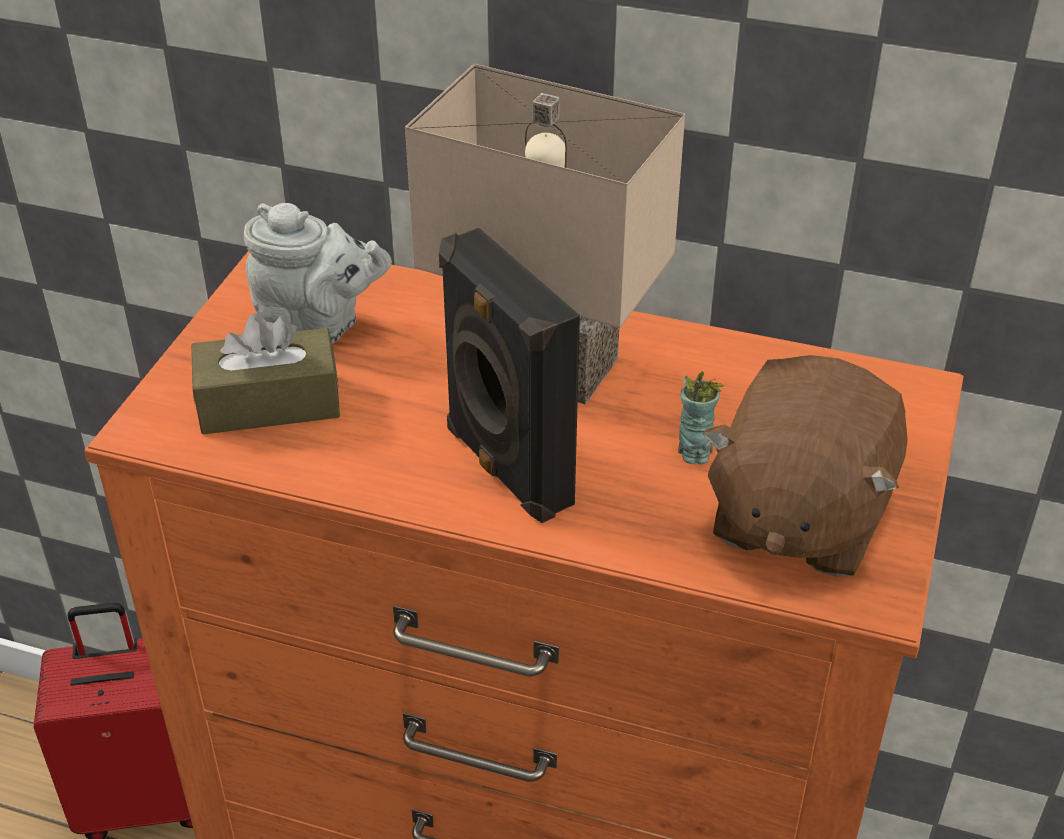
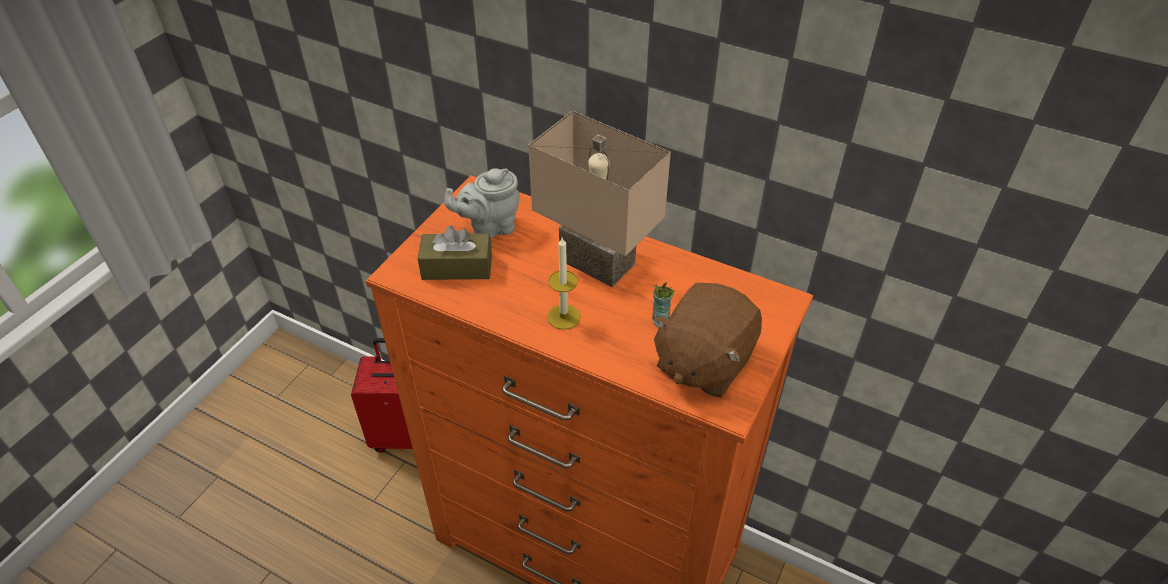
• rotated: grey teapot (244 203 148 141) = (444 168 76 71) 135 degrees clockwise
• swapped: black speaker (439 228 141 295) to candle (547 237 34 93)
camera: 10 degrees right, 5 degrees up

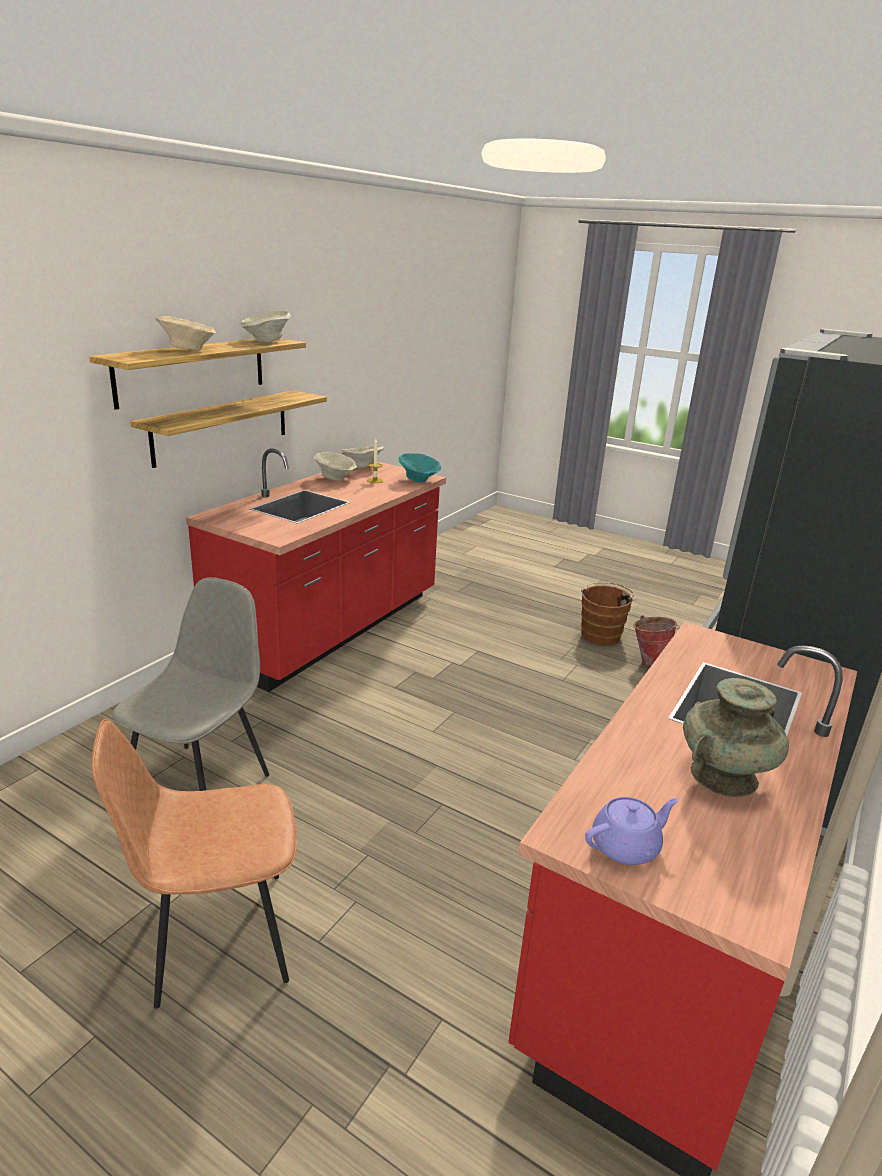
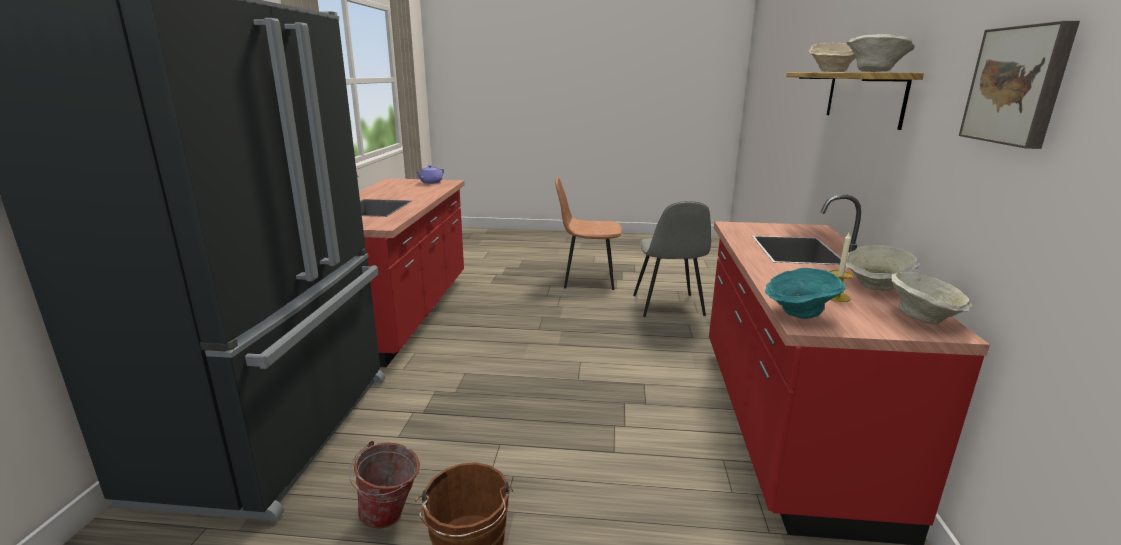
• rotated: brown chair (91 719 206 289) = (555 176 67 114) 135 degrees counterclockwise
• gone: shelf (131 390 196 78)
• gone: turquoise vase (683 678 106 119)
• new: picture (959 21 121 128)
camera: 155 degrees right, 5 degrees down

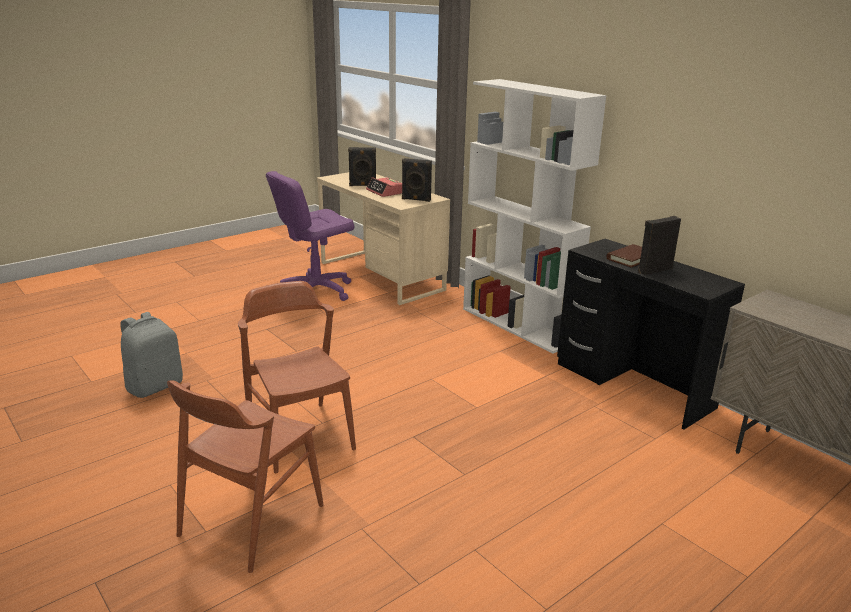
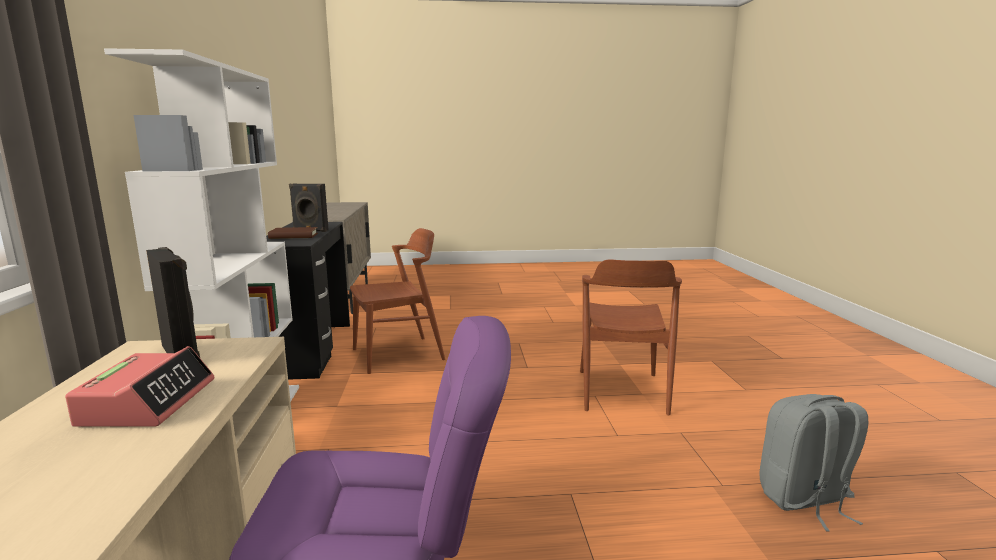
• shifted: brown chair (167 380 156 193) to (350 228 95 146)
• gone: black speaker (348 147 28 39)
camera: 145 degrees left, 10 degrees down

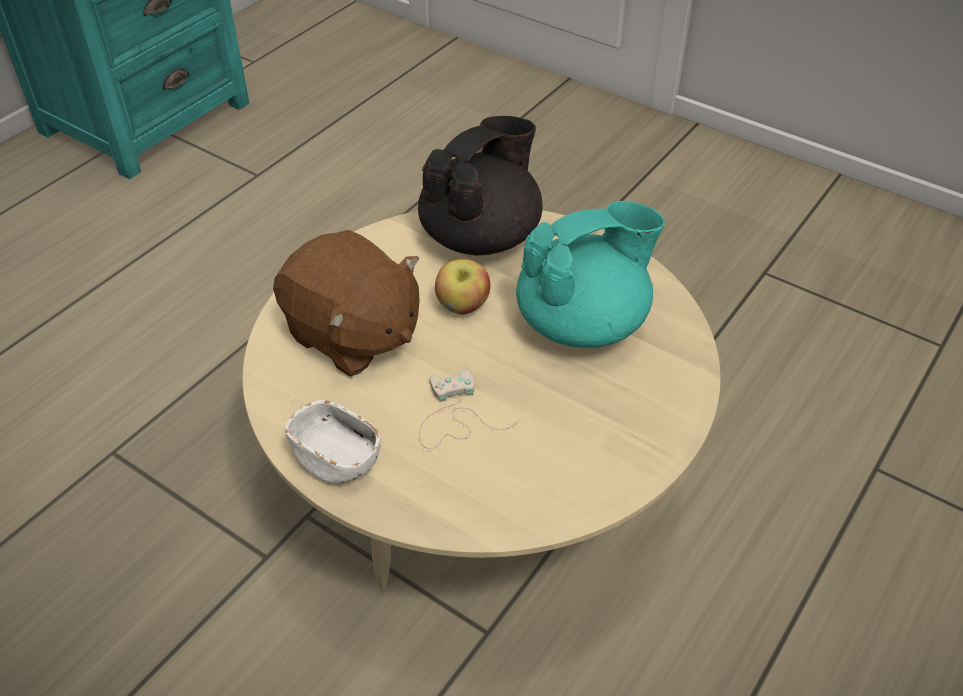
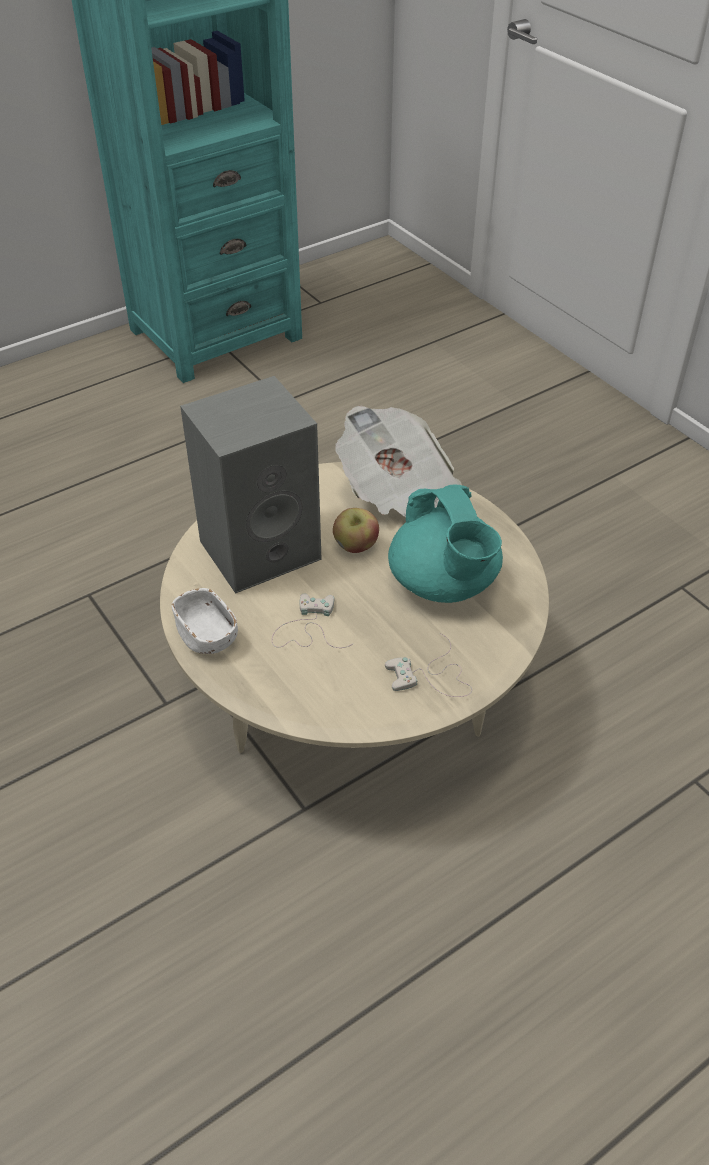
• swapped: brown plush toy (273 230 147 146) to grey speaker (180 376 142 218)
• swapped: black teapot (418 116 125 139) to newspaper (335 406 126 111)
• rotated: turquoise teapot (516 201 149 147) = (388 484 115 119) 75 degrees clockwise
• new: white game controller (385 633 87 64)
camera: 20 degrees right, 0 degrees up

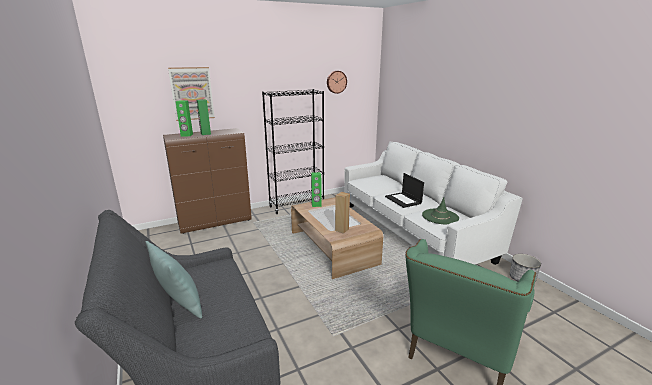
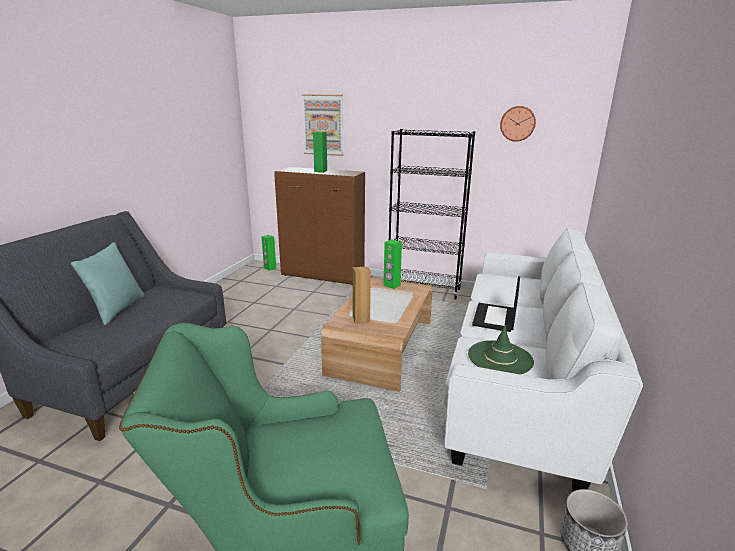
• shifted: green speaker (176 100 17 36) to (262 235 14 36)
camera: 45 degrees right, 0 degrees up

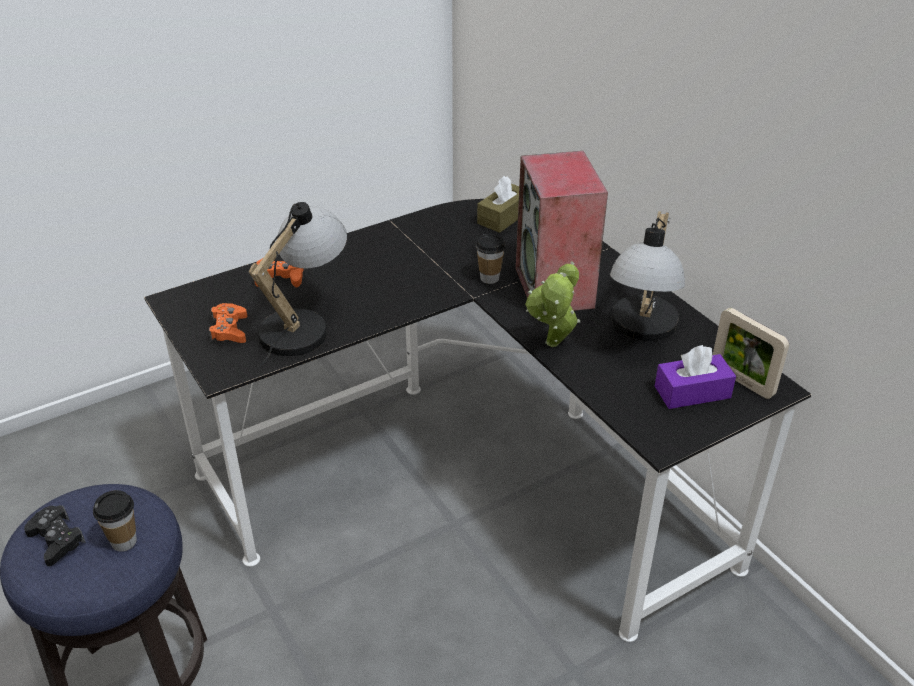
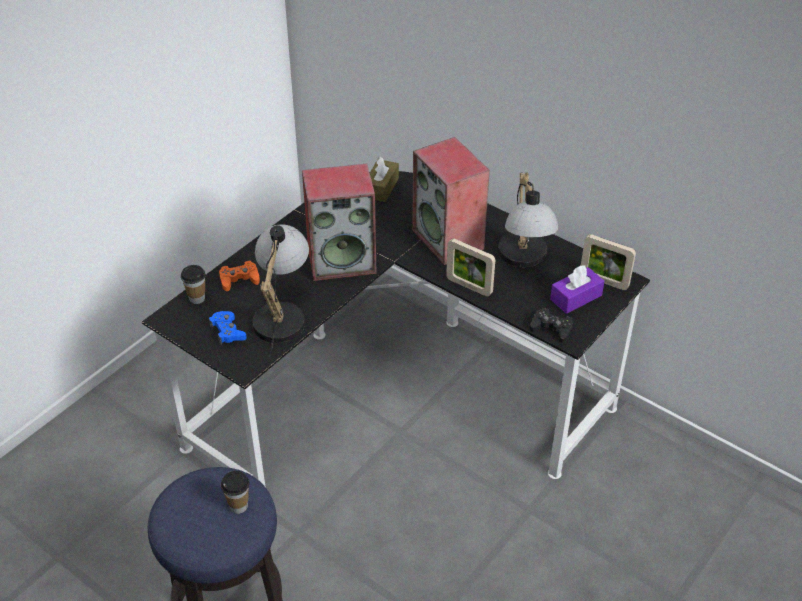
• shifted: black game controller (24 505 62 61) to (530 308 43 35)
• repainted: orange game controller (209 303 38 40) to blue game controller (209 311 38 34)
• shifted: cup (475 234 31 50) to (181 265 25 39)
• swapped: potted plant (525 262 55 85) to picture frame (446 238 49 59)
• new: speaker (302 164 75 117)
camera: 20 degrees left, 5 degrees up

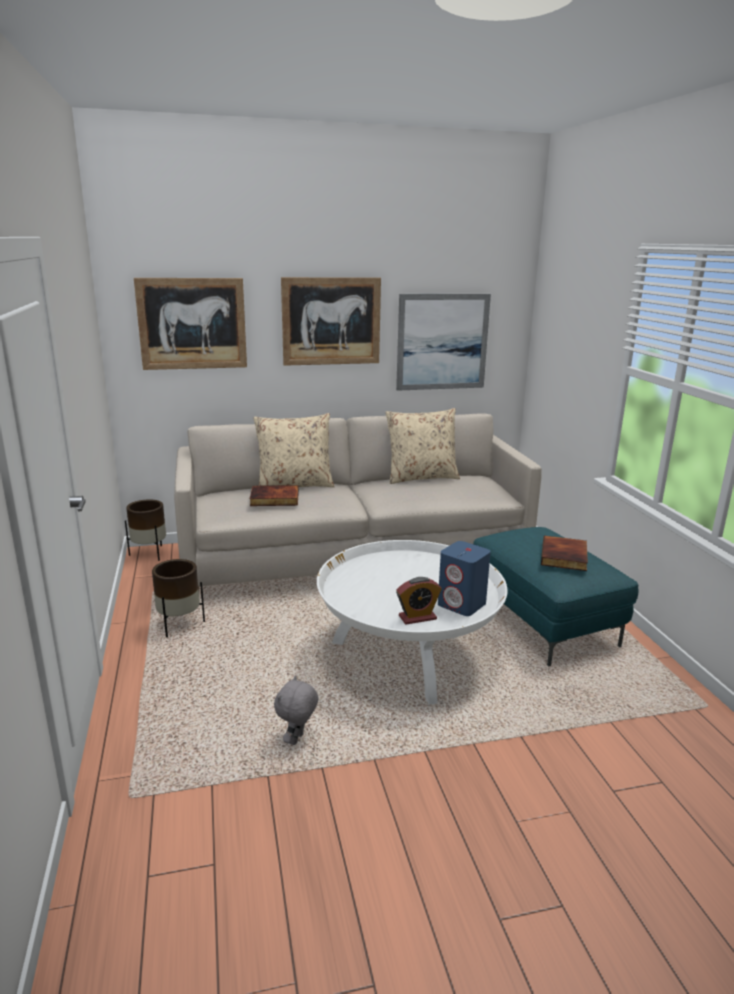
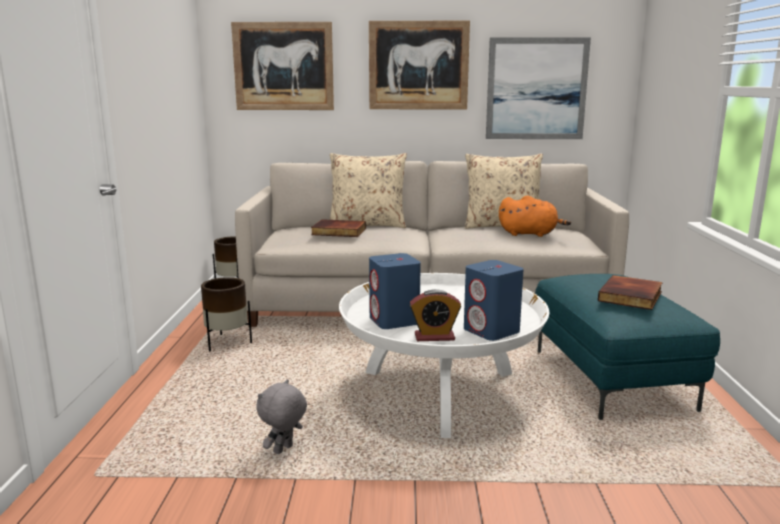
• new: blue speaker (369 253 52 76)
• new: orange plush toy (499 195 72 42)
camera: 15 degrees right, 5 degrees down

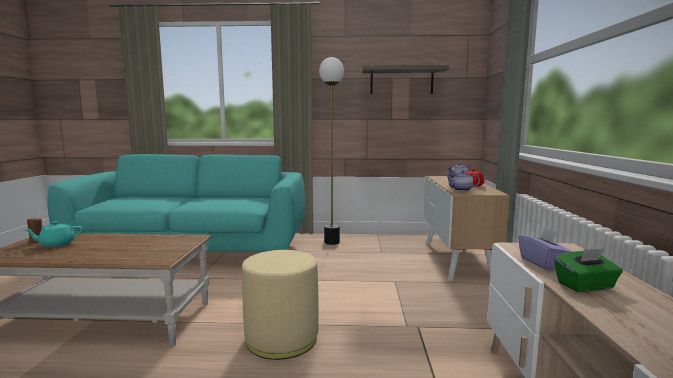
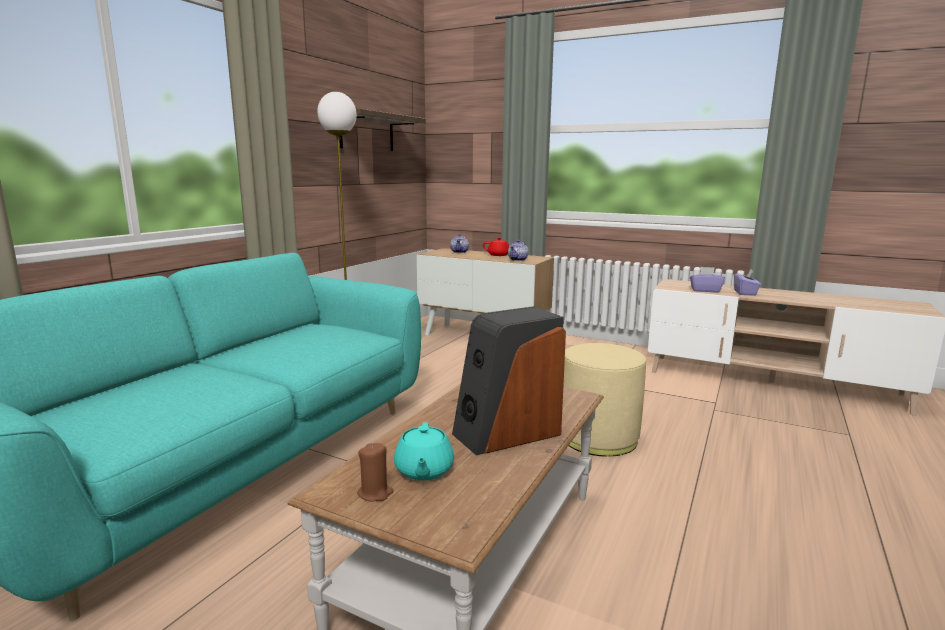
• repainted: green tissue box (554 249 69 43) to purple tissue box (734 269 27 27)
• new: speaker (452 306 114 150)
camera: 65 degrees left, 5 degrees up

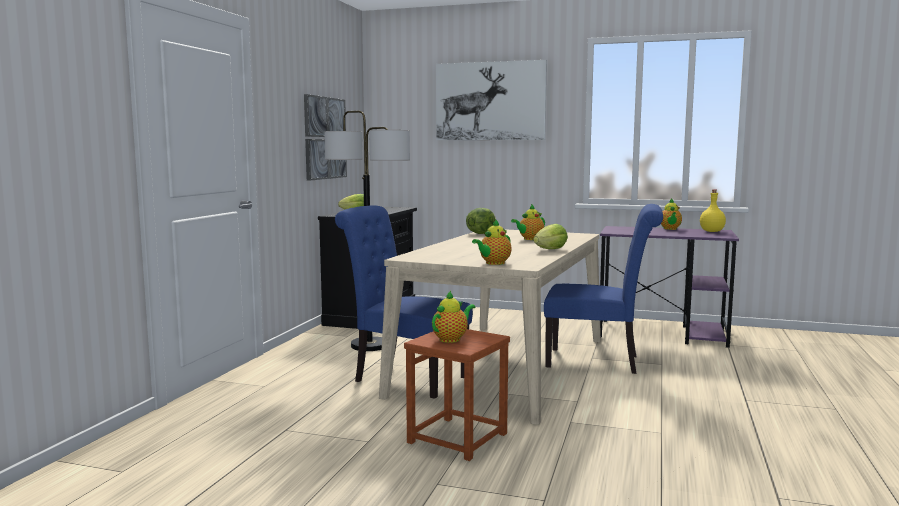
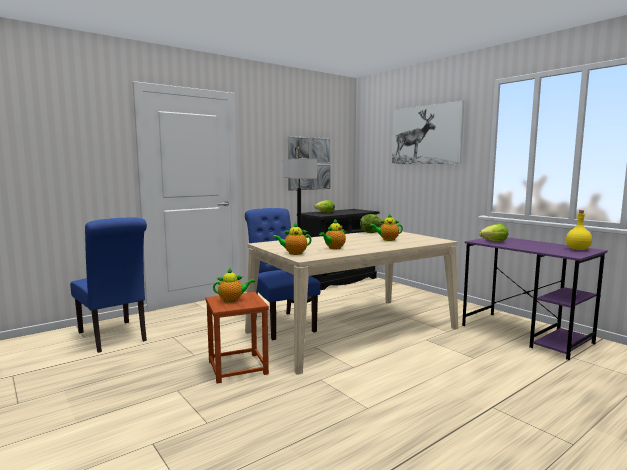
• shifted: lettuce (533 224 35 25) to (479 224 29 17)
• shifted: blue chair (544 204 119 170) to (70 217 77 136)
• shifted: teapot (661 198 21 32) to (319 219 27 30)
camera: 35 degrees right, 0 degrees up

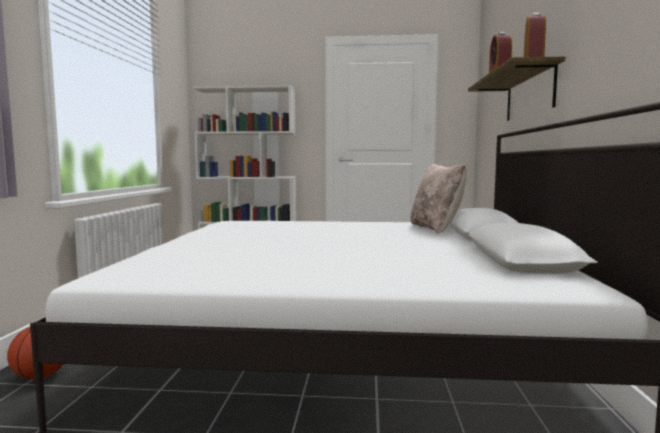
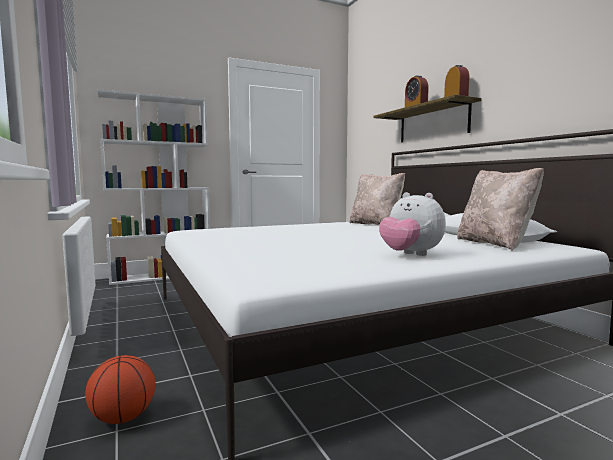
• new: plush toy (379 192 67 64)
• new: beige pillow (457 168 87 83)
camera: 30 degrees left, 0 degrees up

